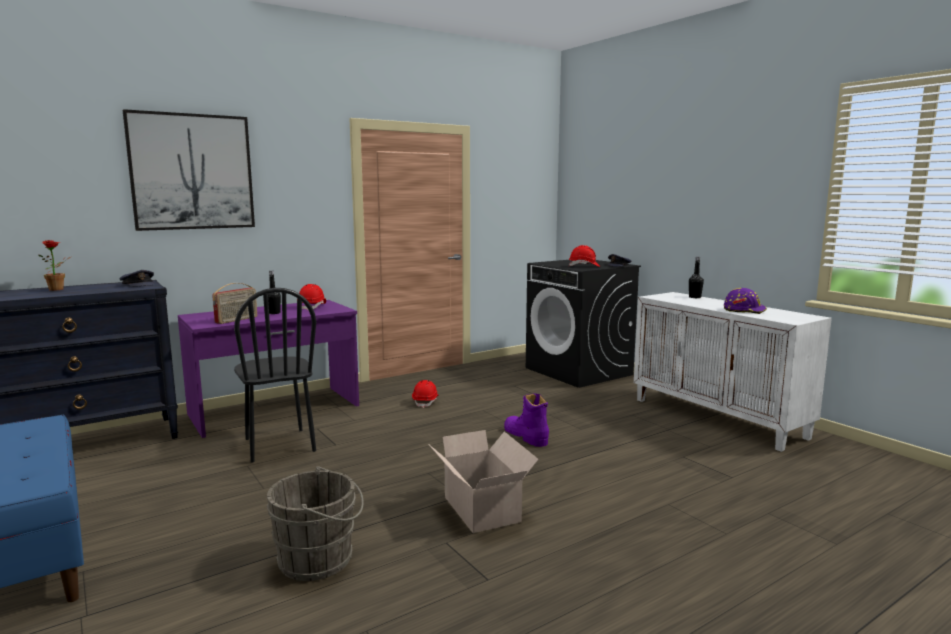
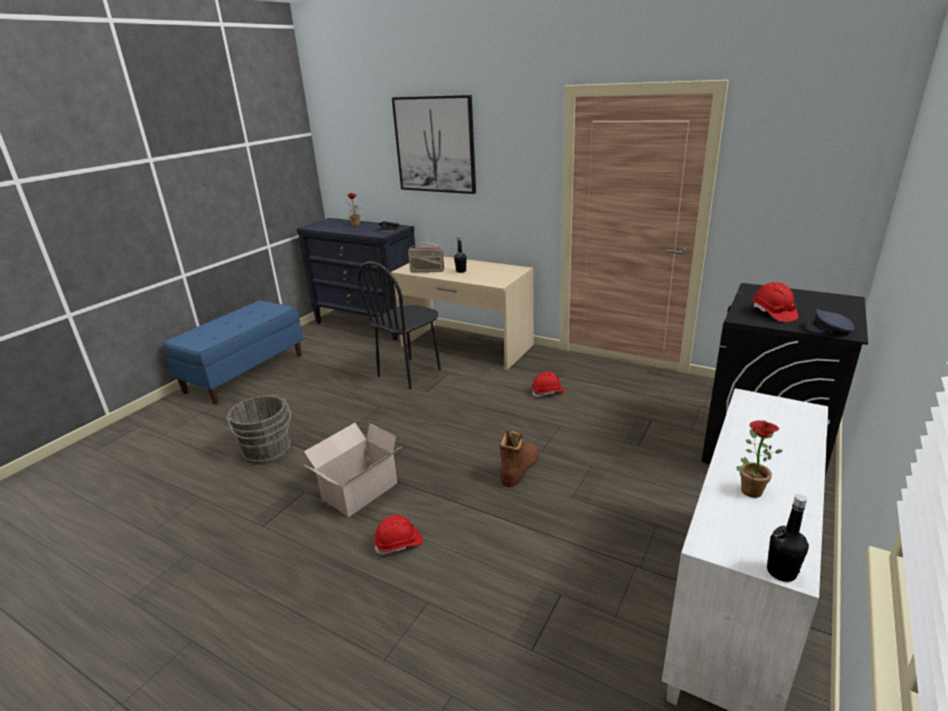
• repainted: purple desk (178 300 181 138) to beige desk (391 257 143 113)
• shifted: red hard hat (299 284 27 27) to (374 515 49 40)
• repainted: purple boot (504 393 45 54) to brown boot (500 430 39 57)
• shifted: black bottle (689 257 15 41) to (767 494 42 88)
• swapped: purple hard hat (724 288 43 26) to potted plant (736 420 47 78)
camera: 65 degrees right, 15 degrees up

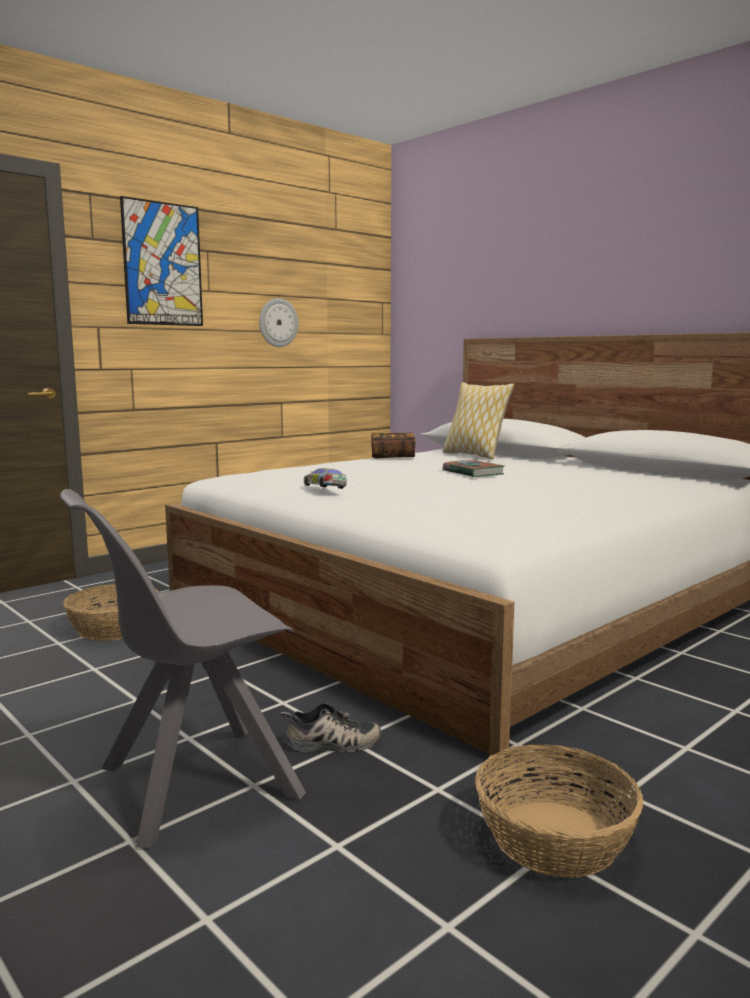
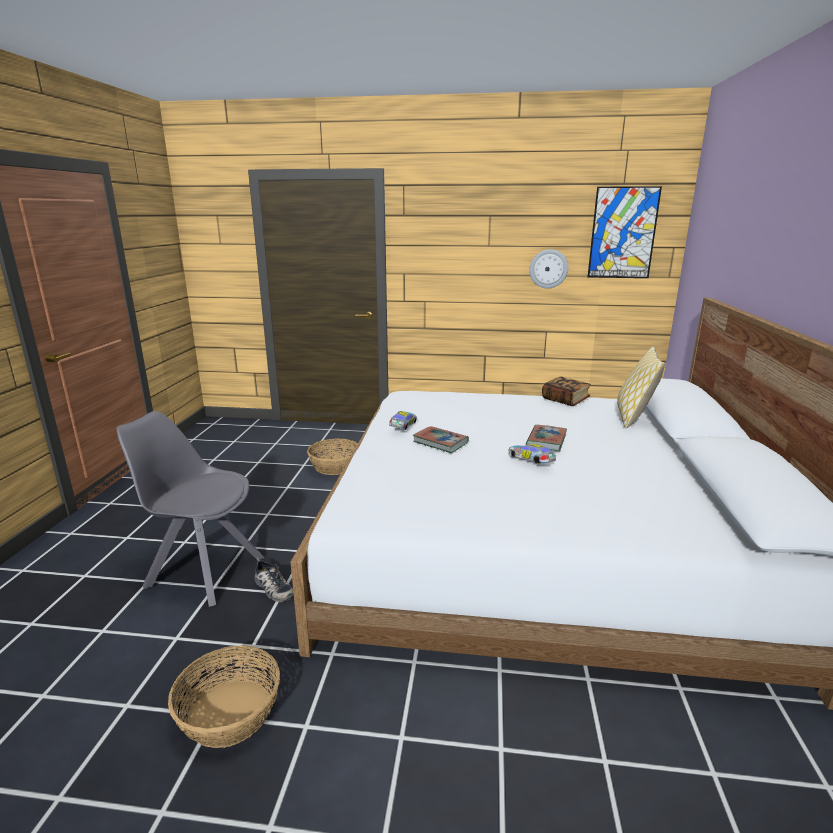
• shifted: picture (120 196 83 130) to (588 186 74 92)
• new: book (413 426 56 27)
• new: toy car (508 444 48 20)
camera: 50 degrees right, 10 degrees up

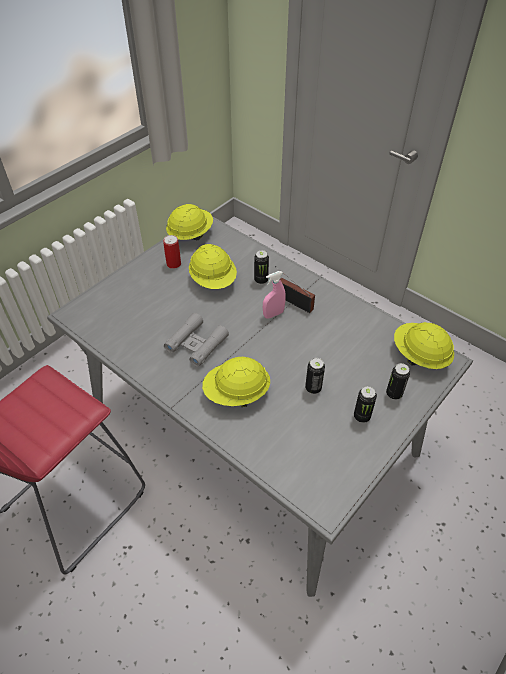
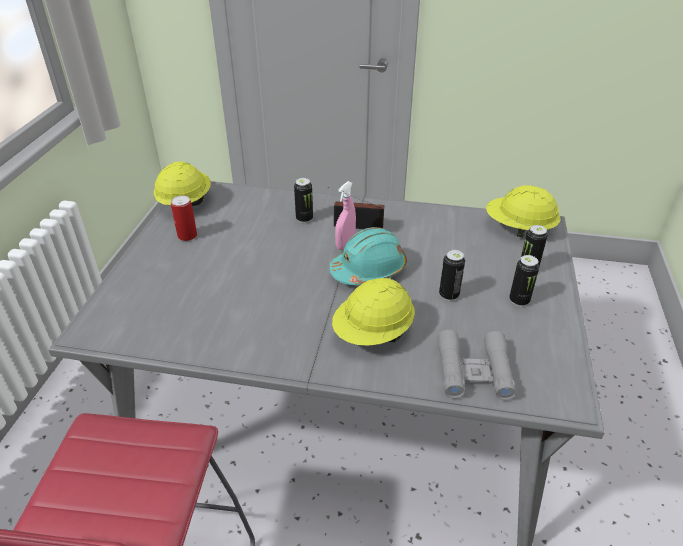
• shifted: grey binoculars (164 313 65 54) to (437 329 79 71)
• gone: yellow hard hat (189 244 48 45)
• new: turquoise hard hat (329 227 78 58)
camera: 30 degrees left, 10 degrees down

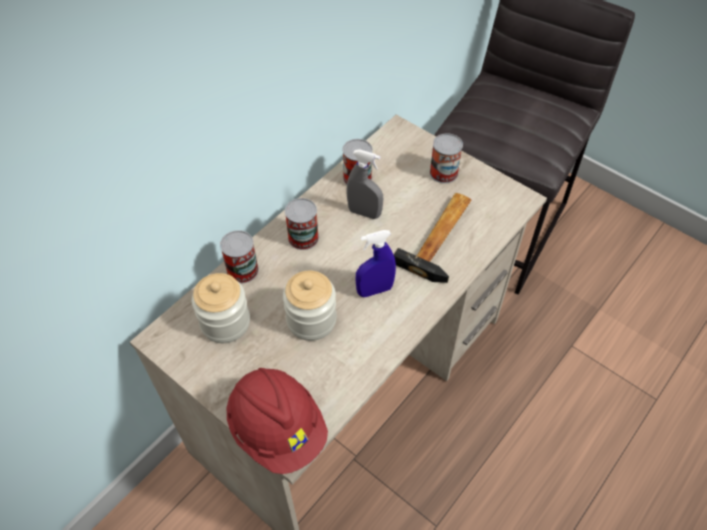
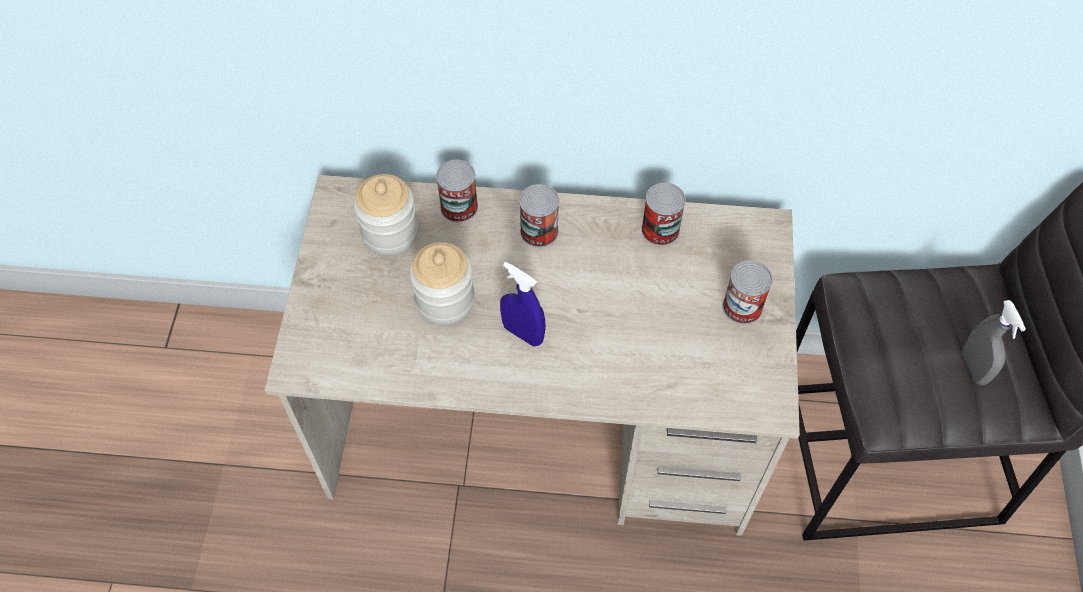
• gone: red hard hat (227 368 101 106)
• shifted: grey spray bottle (346 149 37 70) to (961 300 65 85)
• gone: hammer (393 193 78 90)
camera: 55 degrees right, 5 degrees up

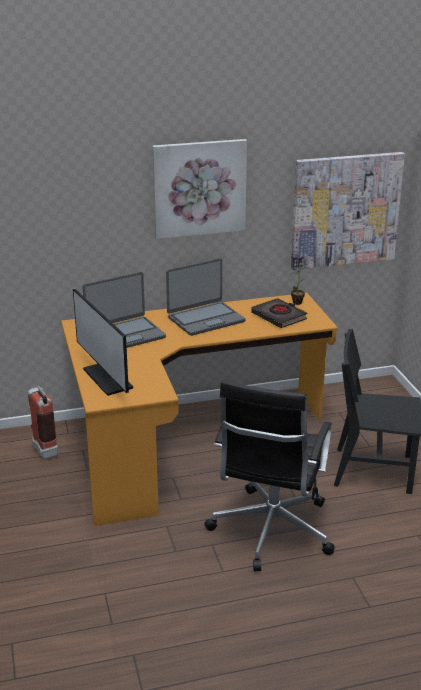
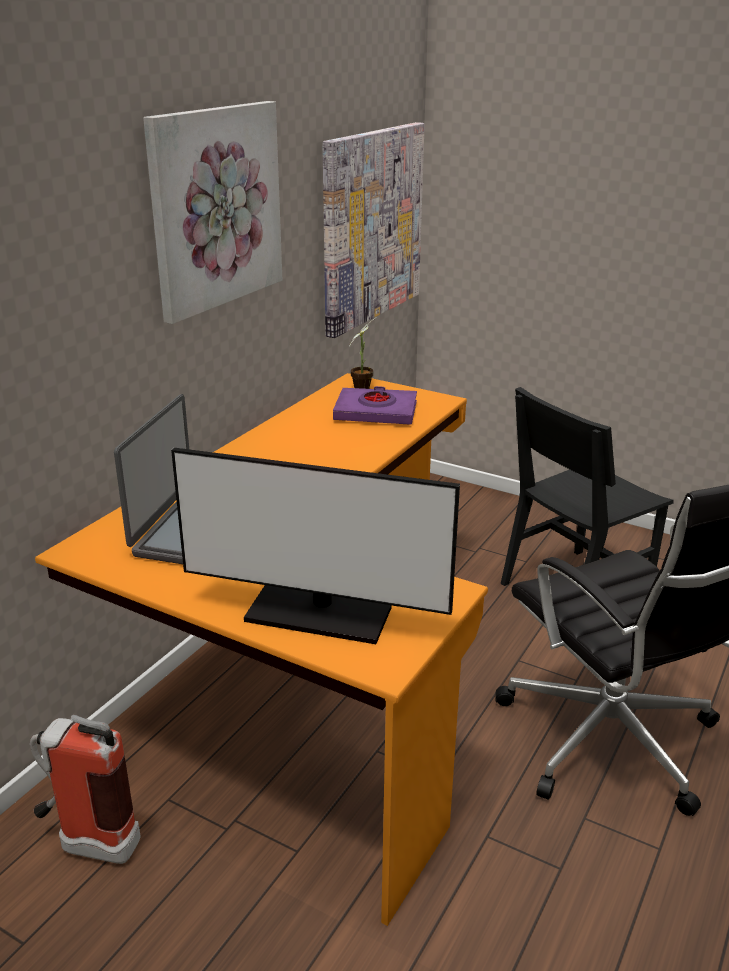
• gone: laptop (166 258 80 78)
• repainted: black book (251 298 56 30) to purple book (333 386 84 39)
camera: 45 degrees left, 0 degrees up

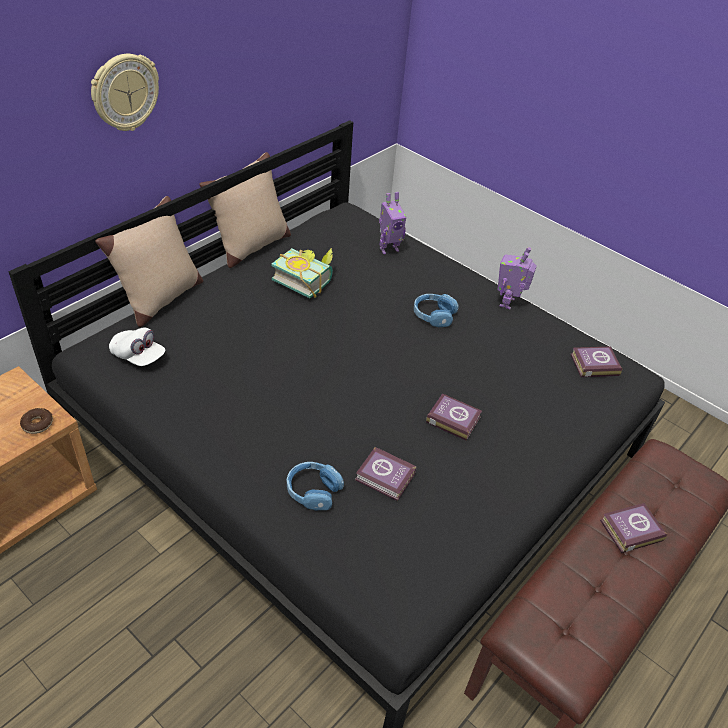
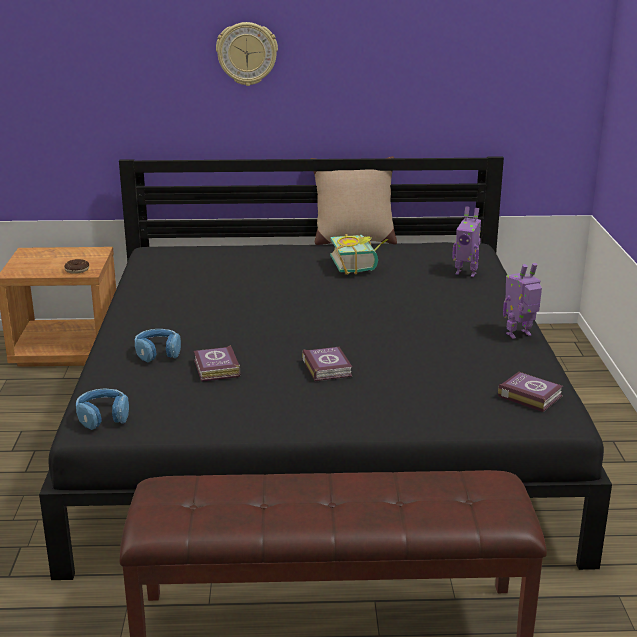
• gone: beige pillow (95 196 108 131)
• gone: white cap (109 328 56 38)
• shifted: blue headphones (414 294 45 33) to (76 388 53 42)
• gone: book (600 503 67 50)
camera: 50 degrees right, 20 degrees down

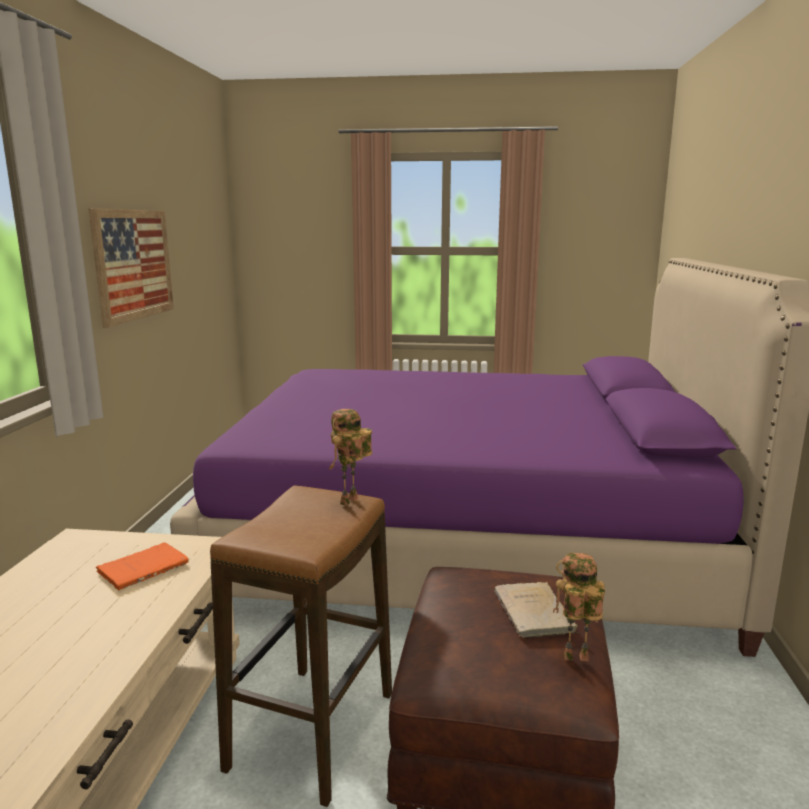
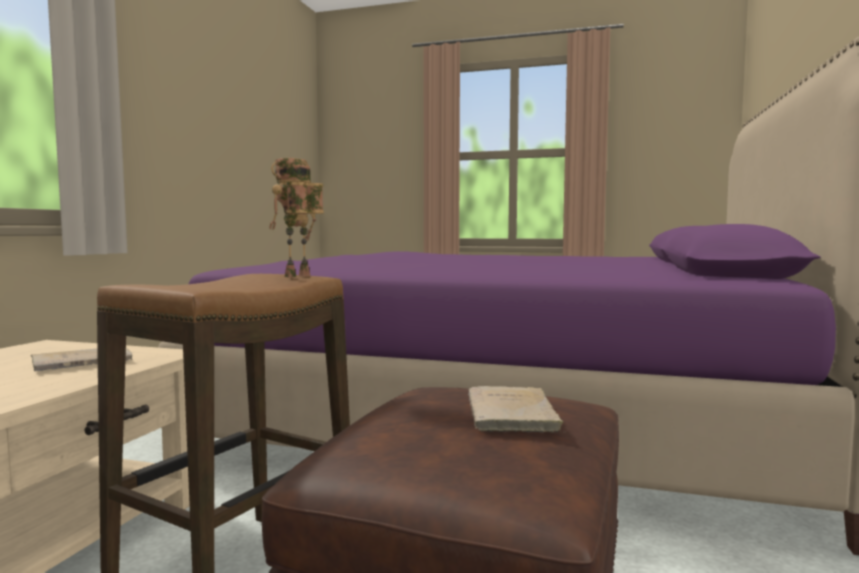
• gone: picture (88 208 86 120)
• repainted: orange book (96 542 93 48) to beige book (31 348 101 24)
• gone: toy robot (553 553 52 108)
camera: 10 degrees right, 10 degrees down

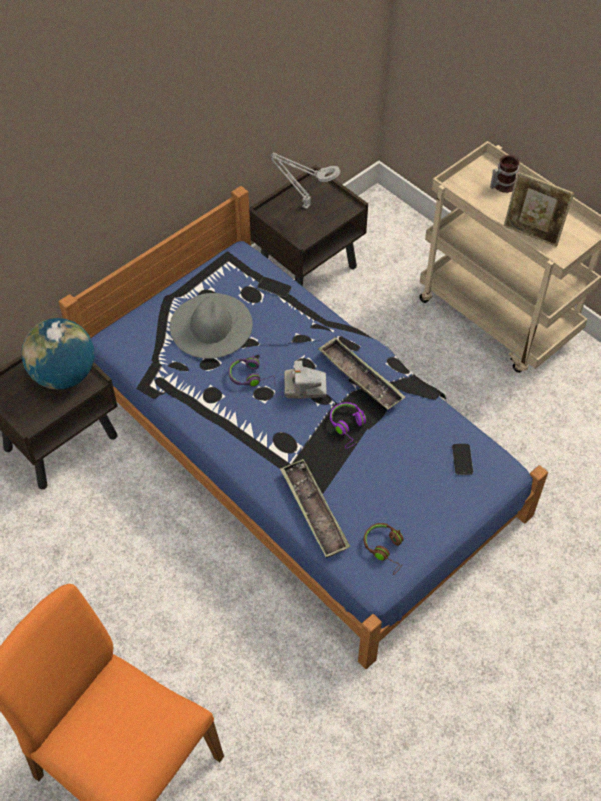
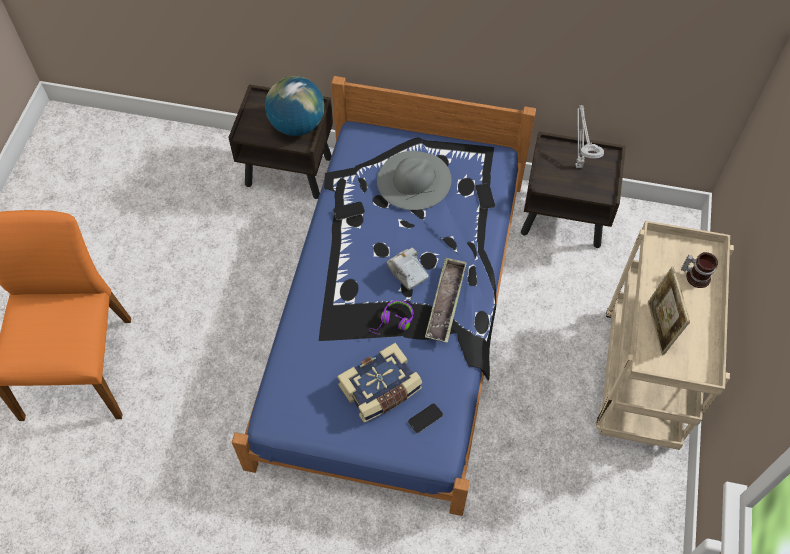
• gone: purple headphones (229 354 46 33)
• gone: tray (280 459 70 99)
• gone: brown headphones (364 523 39 52)
• new: phone (333 202 32 18)
• new: book (337 343 85 79)
camera: 55 degrees right, 5 degrees up

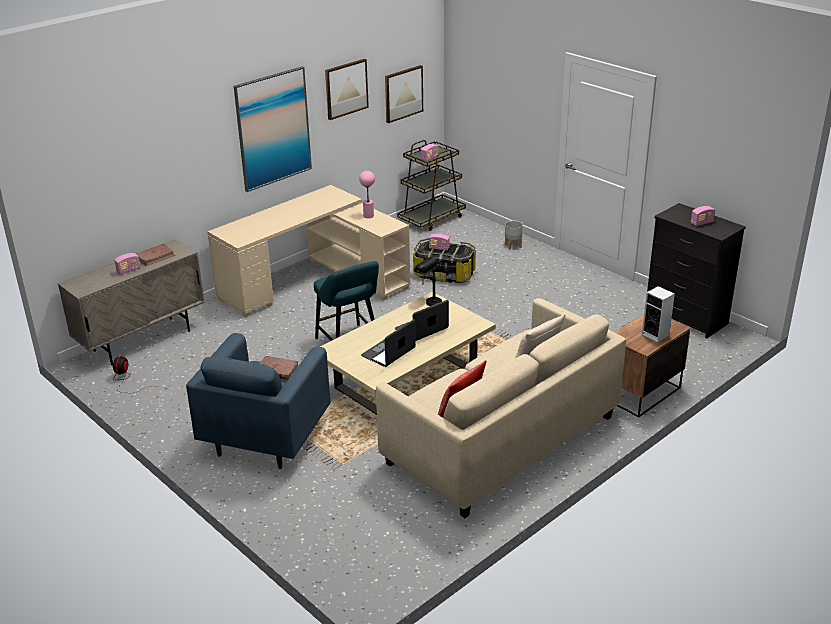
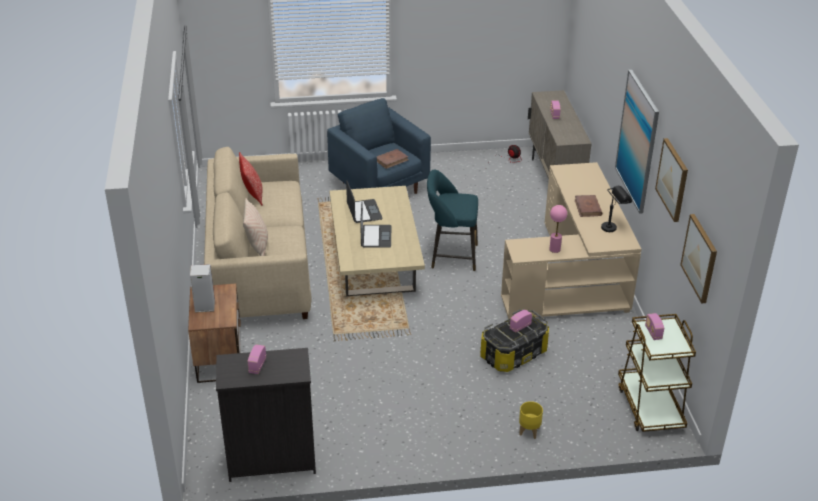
• shifted: brown book (135 244 40 22) to (574 195 28 22)
• shifted: black table lamp (414 257 28 49) to (601 186 31 46)
• repainted: grey planter (505 221 18 29) to yellow planter (519 401 24 38)
camera: 125 degrees right, 5 degrees up

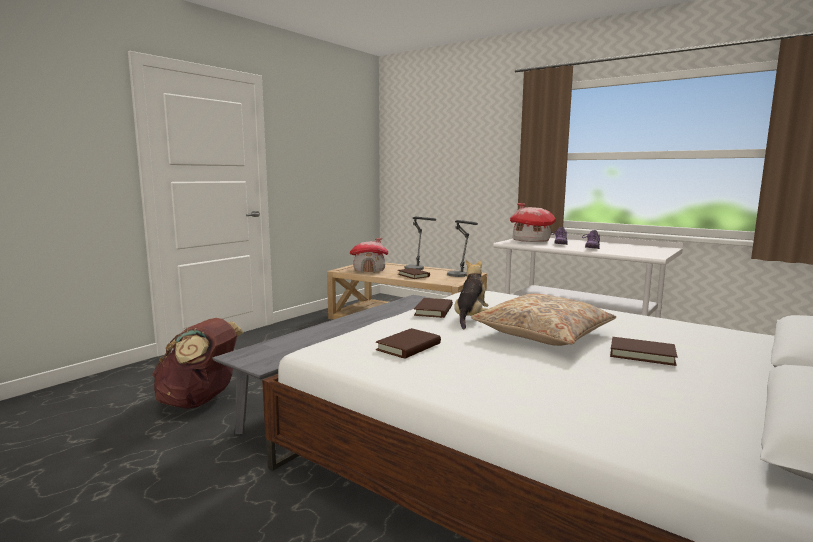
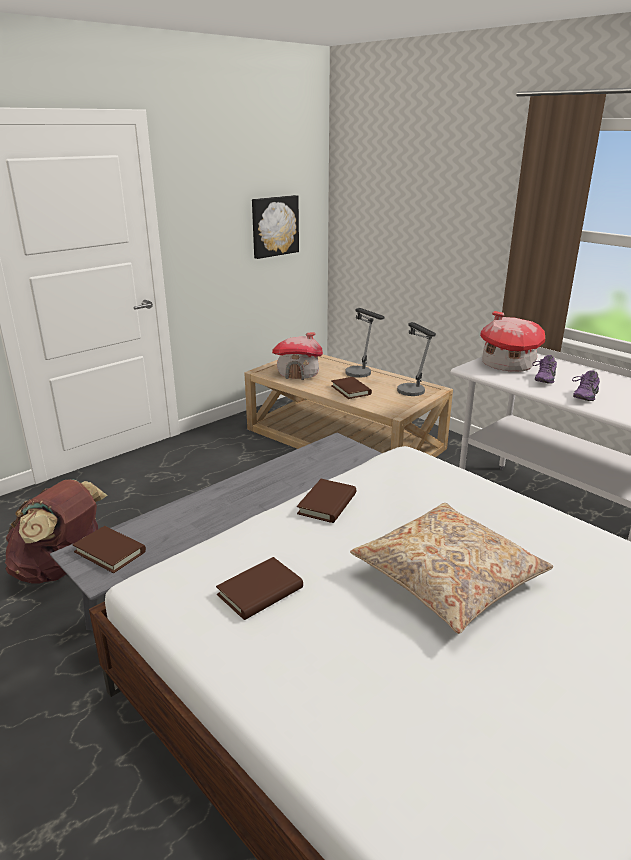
• gone: plush toy (454 260 35 69)
• shifted: brown book (610 337 67 29) to (73 526 73 47)
• new: picture (252 195 47 64)
camera: 10 degrees right, 15 degrees up

